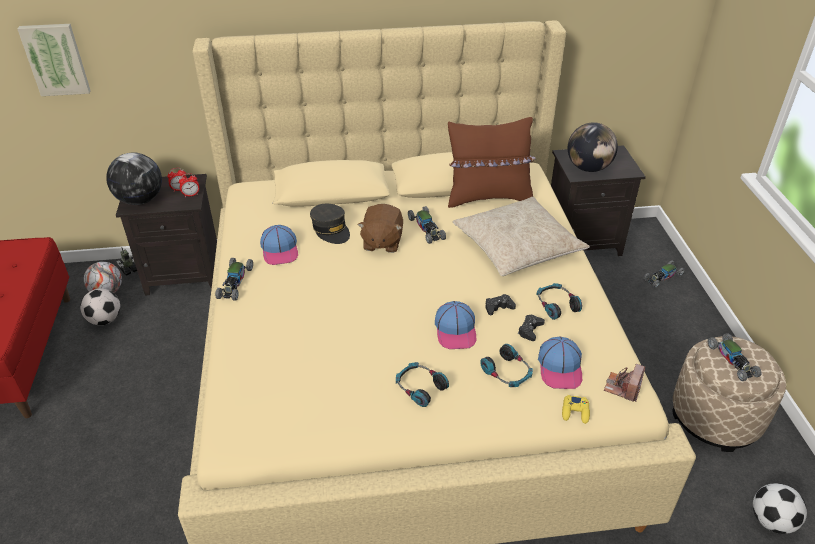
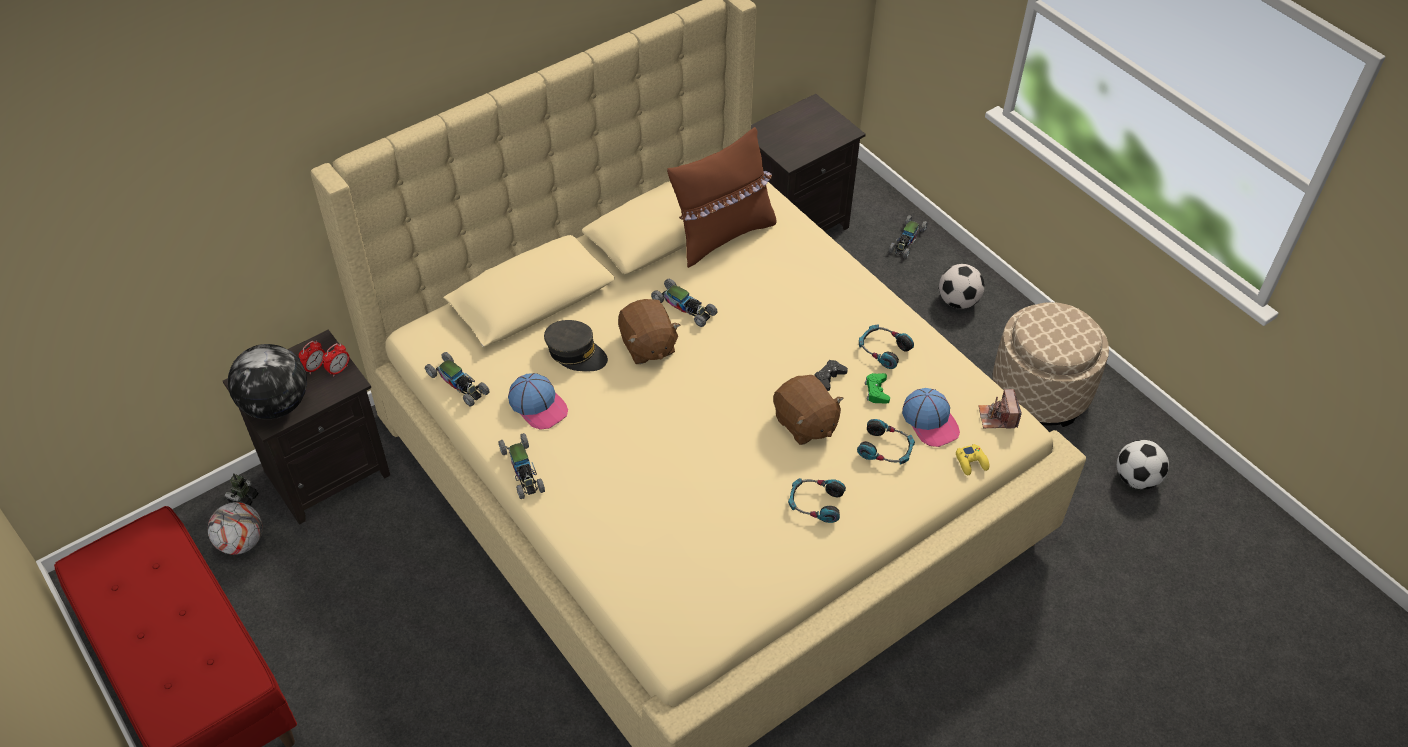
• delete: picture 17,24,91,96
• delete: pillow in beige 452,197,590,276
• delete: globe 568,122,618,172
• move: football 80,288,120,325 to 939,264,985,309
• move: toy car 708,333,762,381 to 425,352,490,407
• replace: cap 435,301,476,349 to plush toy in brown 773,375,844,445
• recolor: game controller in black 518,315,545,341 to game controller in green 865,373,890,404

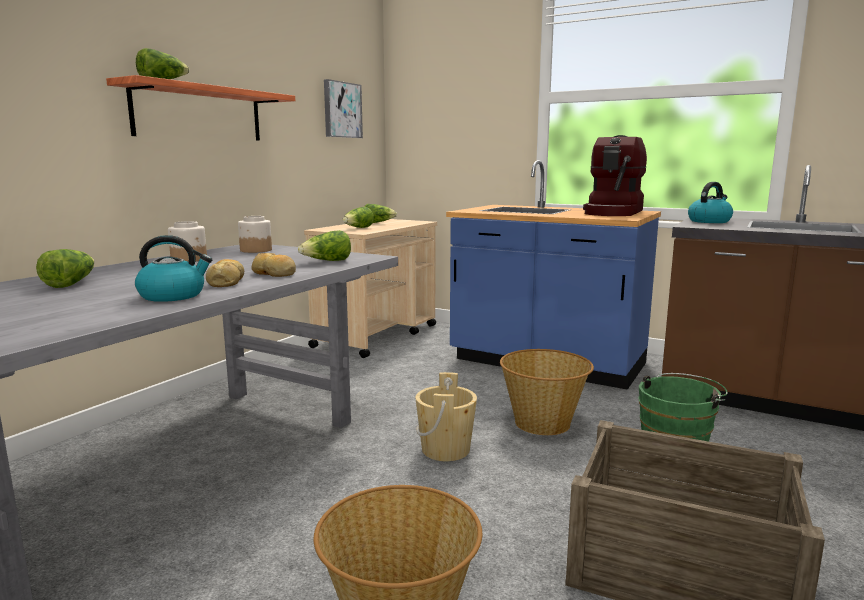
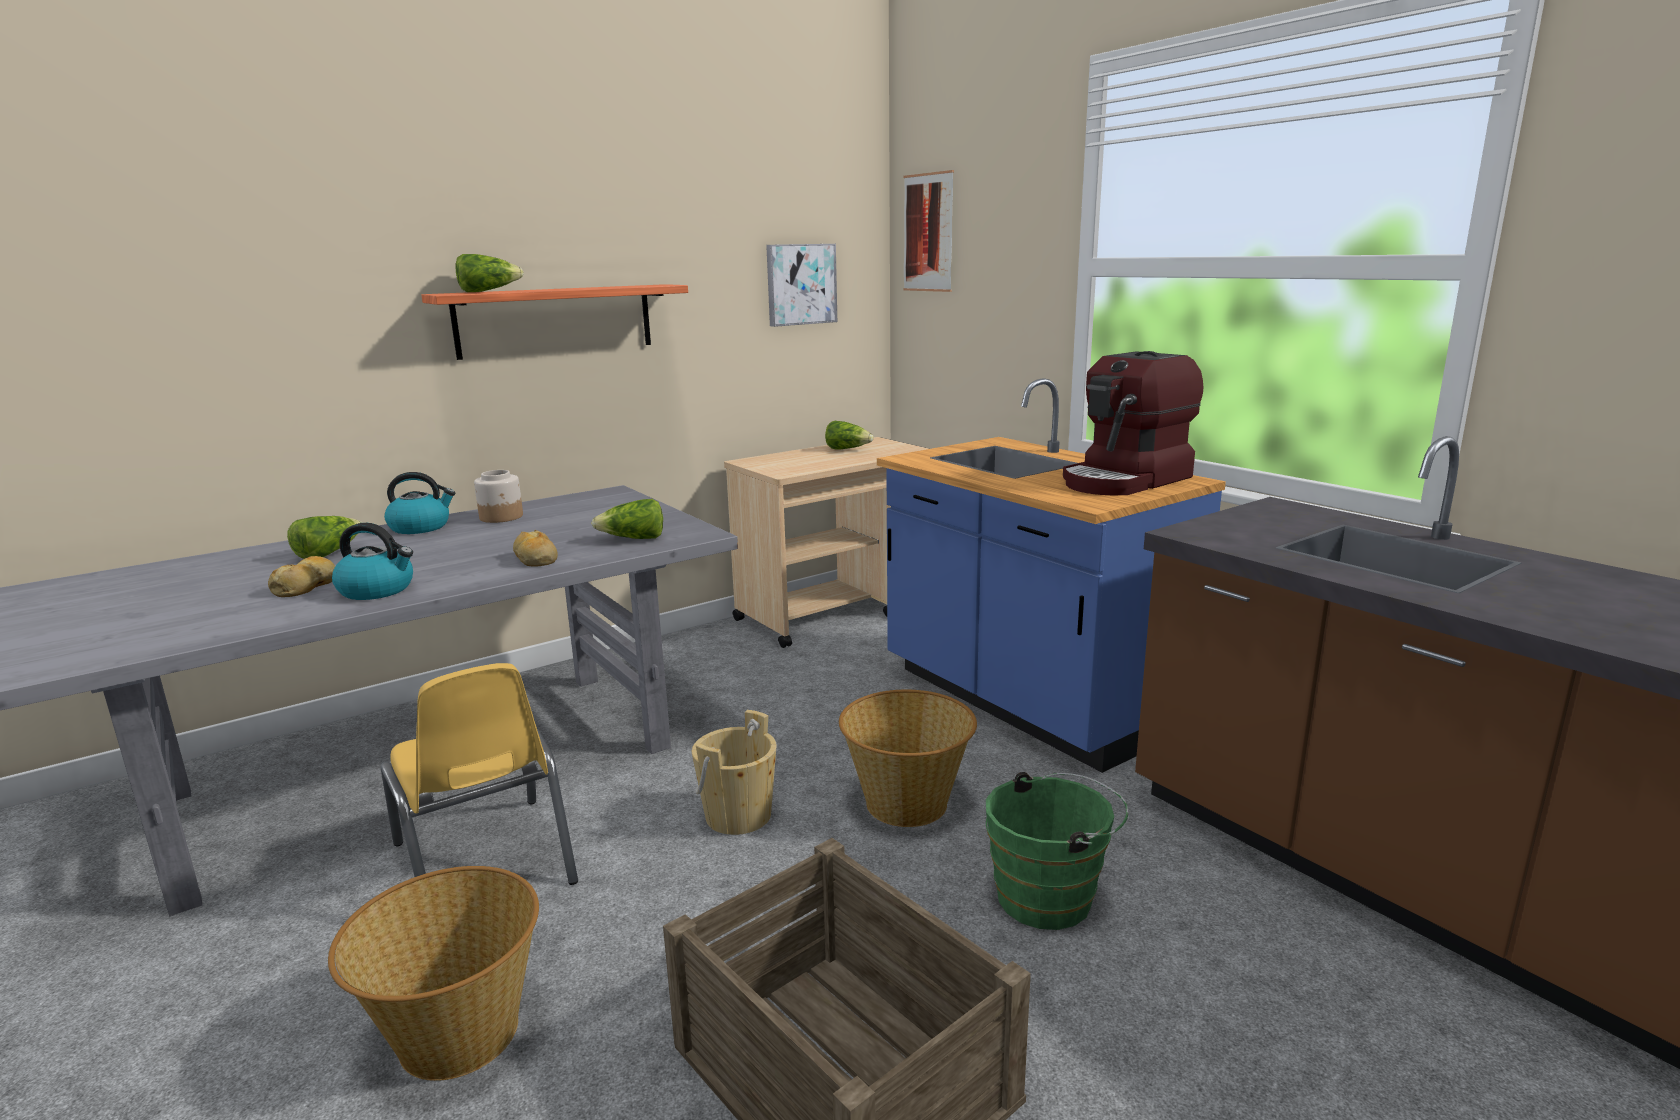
• delete: jar 238,216,272,253
• delete: lettuce 343,207,374,228
• insert: chair in yellow 381,663,578,885
• insert: picture 903,170,954,292
• move: bread 206,259,244,287 to 268,556,335,597
• move: kettle 688,182,733,223 to 384,472,455,534

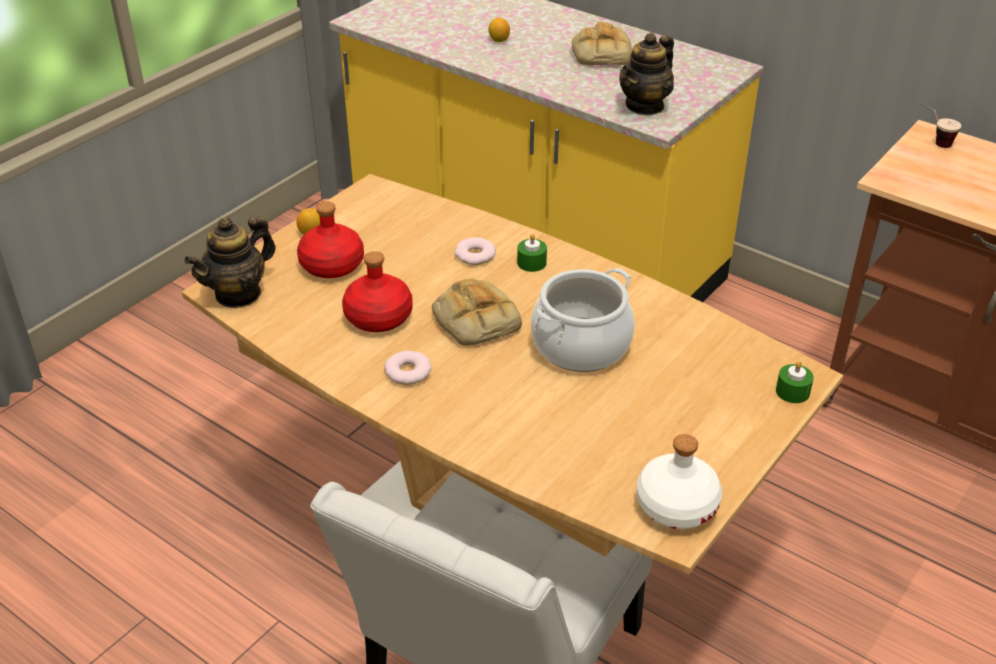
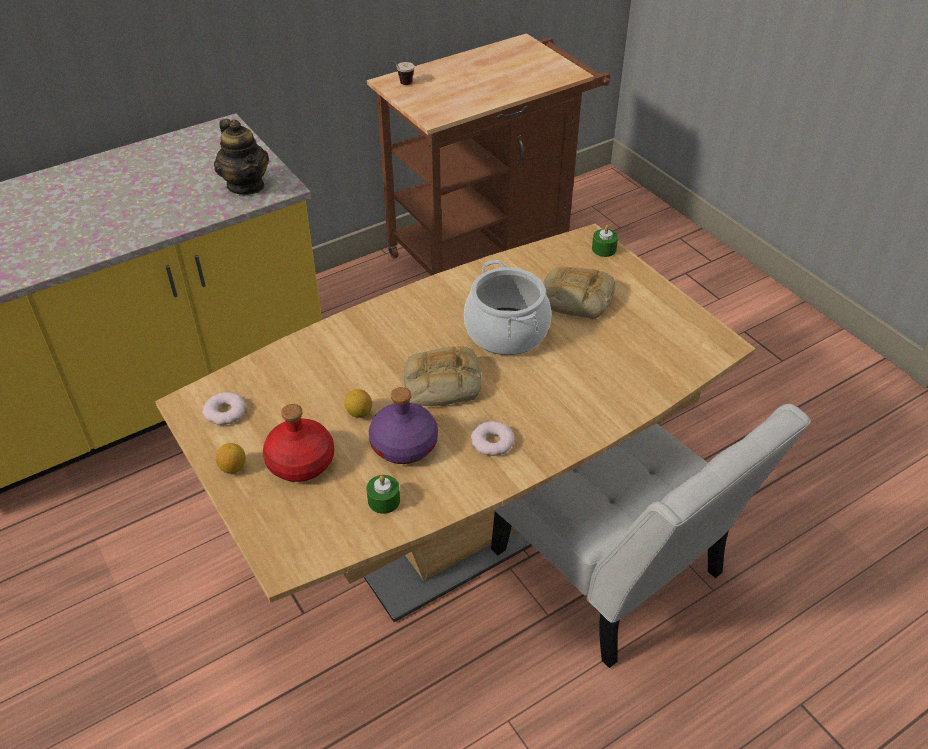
• delete: teapot 184,215,276,308
• delete: bottle in white 637,434,722,529
• move: donut 454,237,496,265 to 203,392,246,425
• move: lemon 488,18,510,42 to 344,389,372,418
• move: candle in green 517,234,547,272 to 366,475,400,514
• move: bread 572,22,632,65 to 543,267,615,319
• recolor: bottle in red 342,251,413,332 to bottle in purple 369,387,438,464

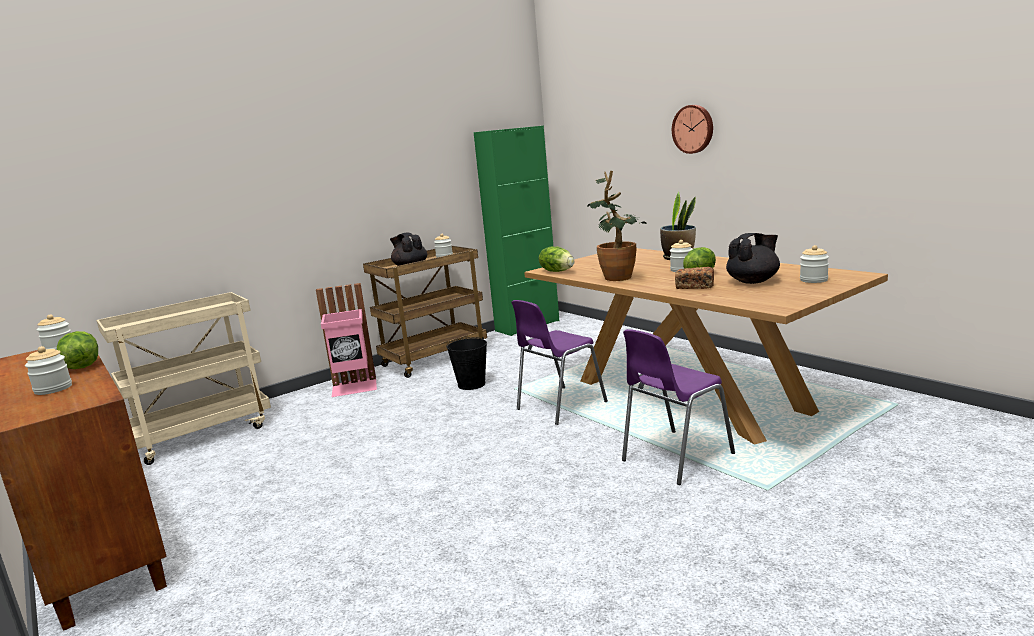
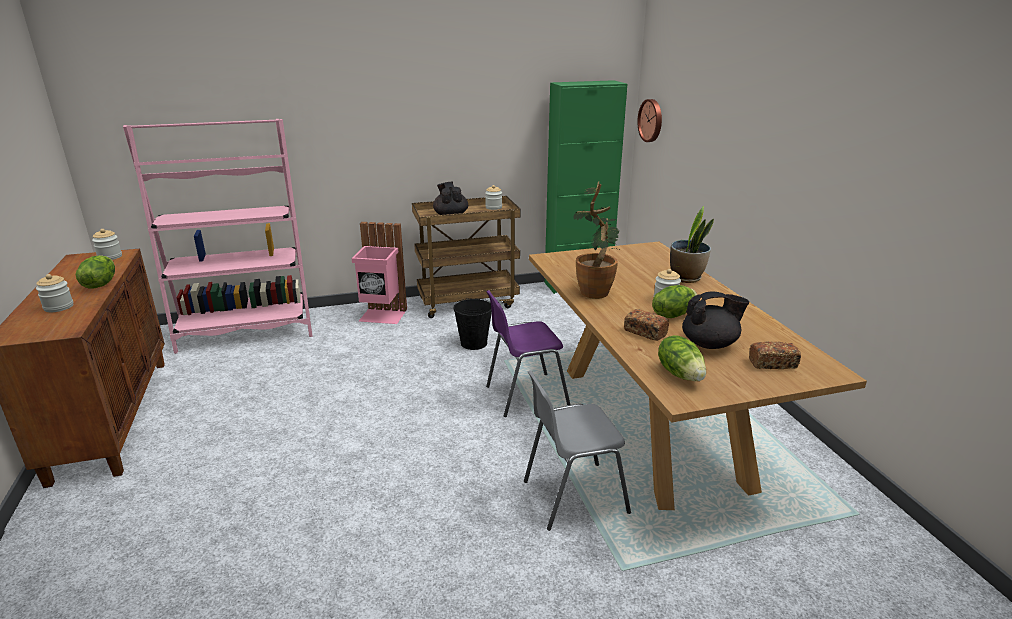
• move: lettuce 539,247,574,272 to 658,335,706,381
• move: wall clock 672,105,713,154 to 637,99,662,142
• replace: cart in beige 96,292,271,465 to bookcase in pink 123,119,312,354
• replace: jar 800,245,829,283 to bread 749,341,801,369
• recolor: chair in purple 622,329,735,485 to chair in grey 524,370,631,531

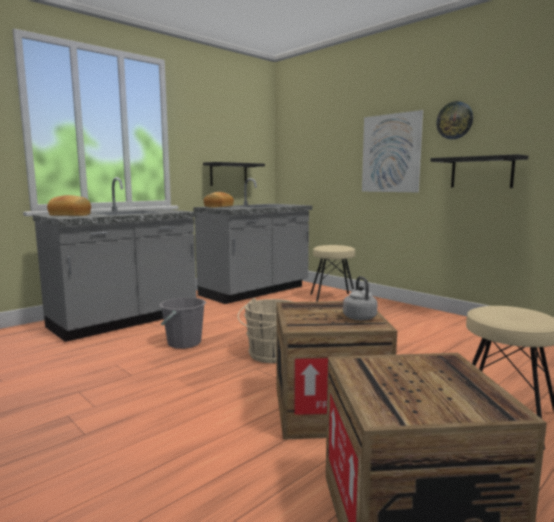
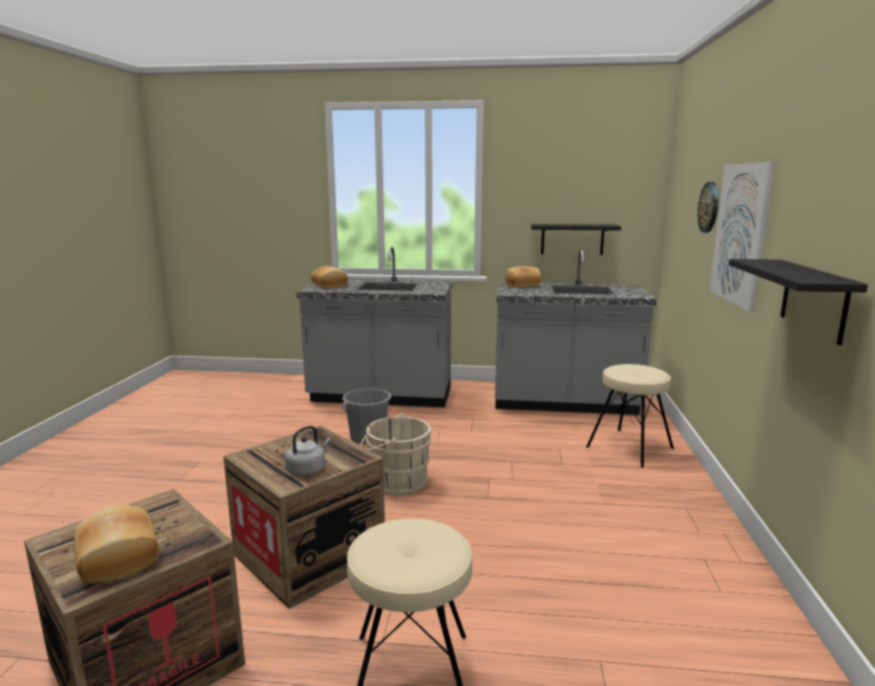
• insert: bread 74,505,159,584
• move: wall clock 436,101,473,139 to 698,182,718,233

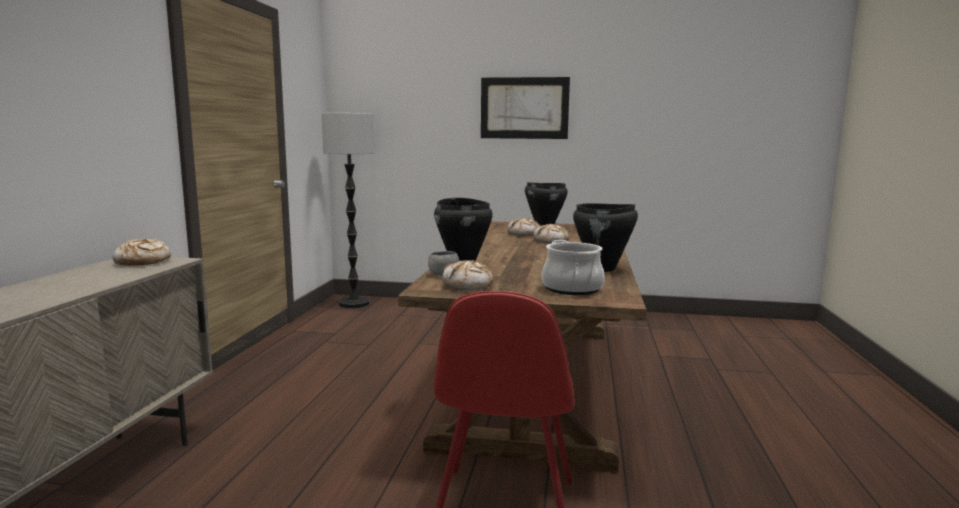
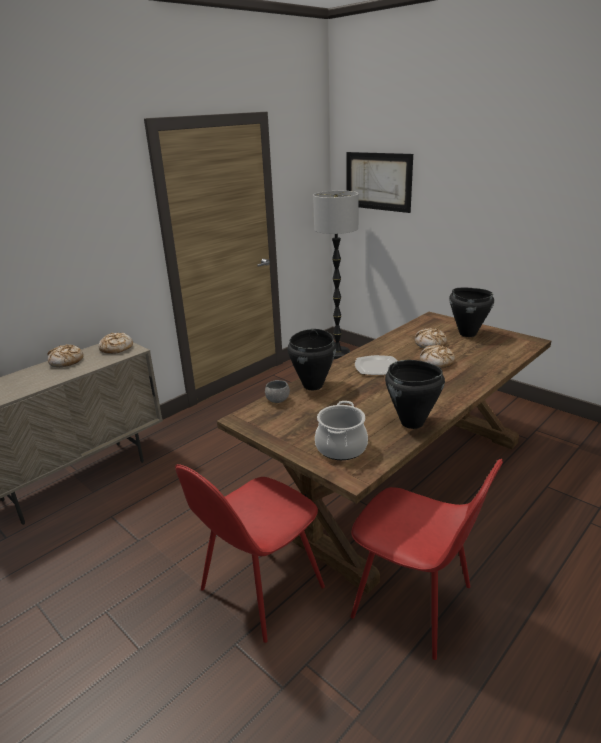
• insert: chair in red 351,459,503,660
• insert: plate 355,355,397,375
• move: bread 442,260,494,290 to 47,344,84,367
• move: picture 481,77,570,139 to 346,152,413,213

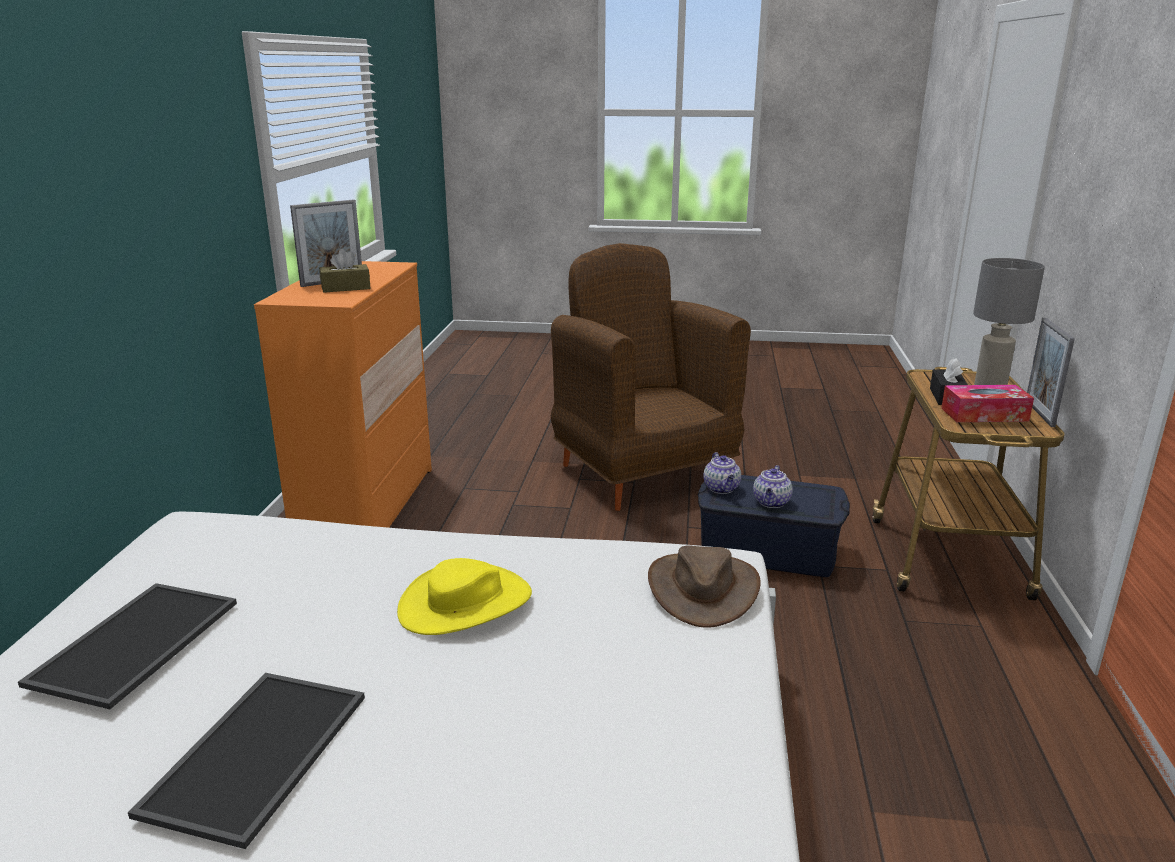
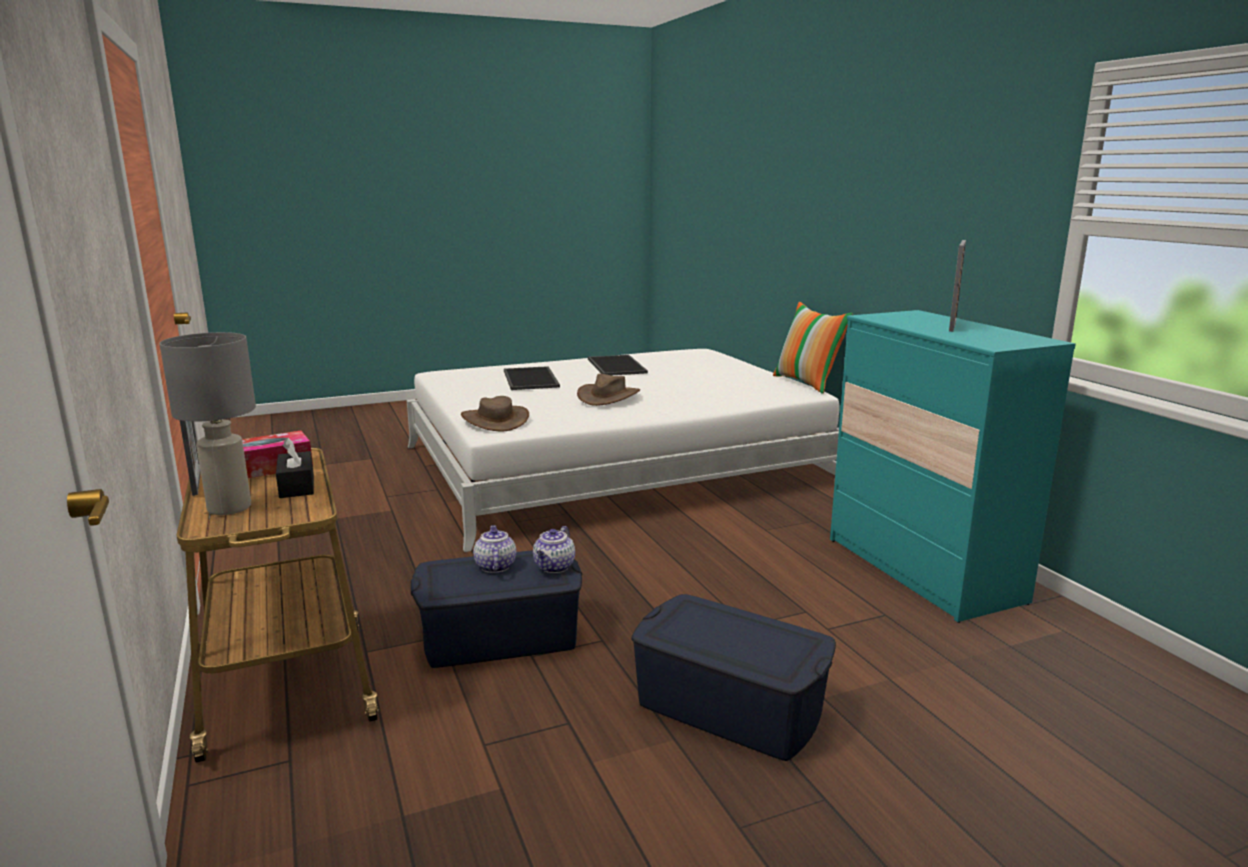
• delete: tissue box in brown 319,249,371,293
• insert: pillow 773,302,853,394
• move: tray 18,583,237,709 to 504,366,560,390
• replace: armchair in brown 551,243,751,511 to storage box in blue 631,594,836,761
• recolor: dresser in orange 254,261,432,528 to dresser in turquoise 830,310,1076,623
• recolor: hat in yellow 397,558,532,635 to hat in brown 577,374,640,406
• rotate: teapot 703,452,741,494 = 533,526,575,573 120 degrees counterclockwise

